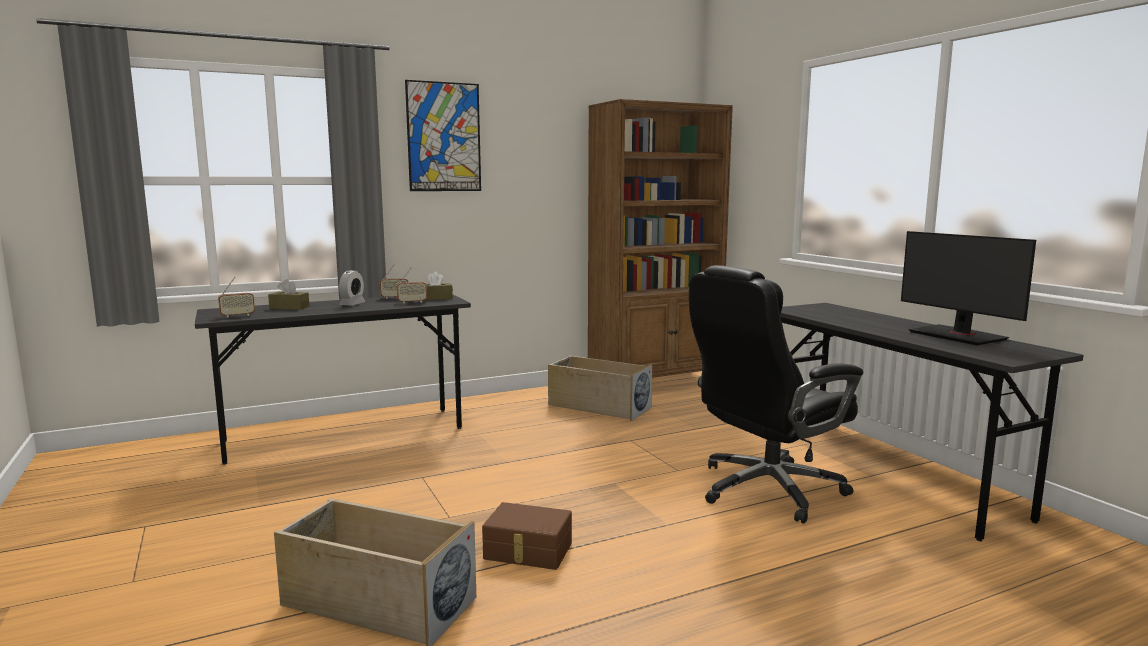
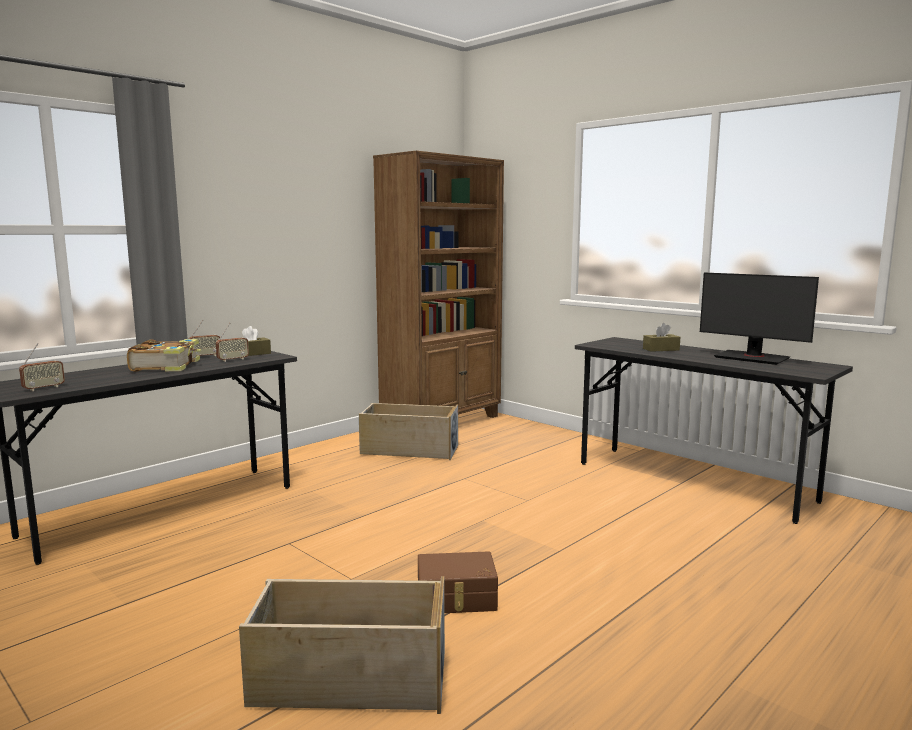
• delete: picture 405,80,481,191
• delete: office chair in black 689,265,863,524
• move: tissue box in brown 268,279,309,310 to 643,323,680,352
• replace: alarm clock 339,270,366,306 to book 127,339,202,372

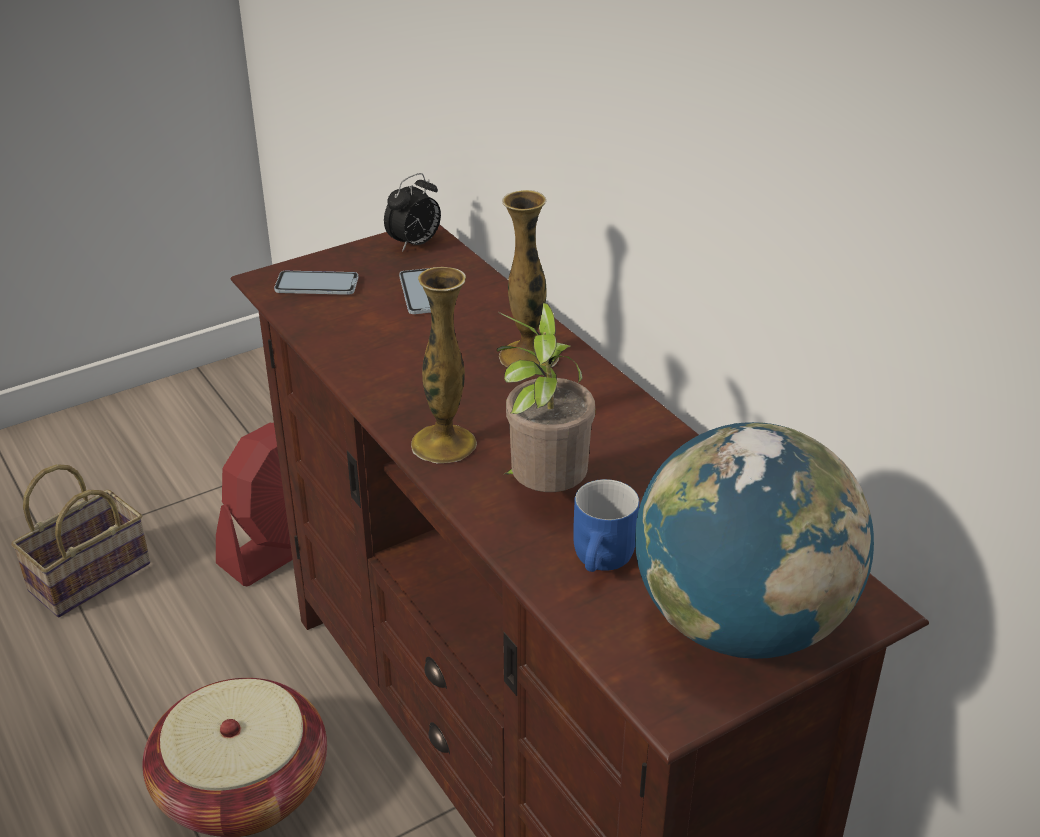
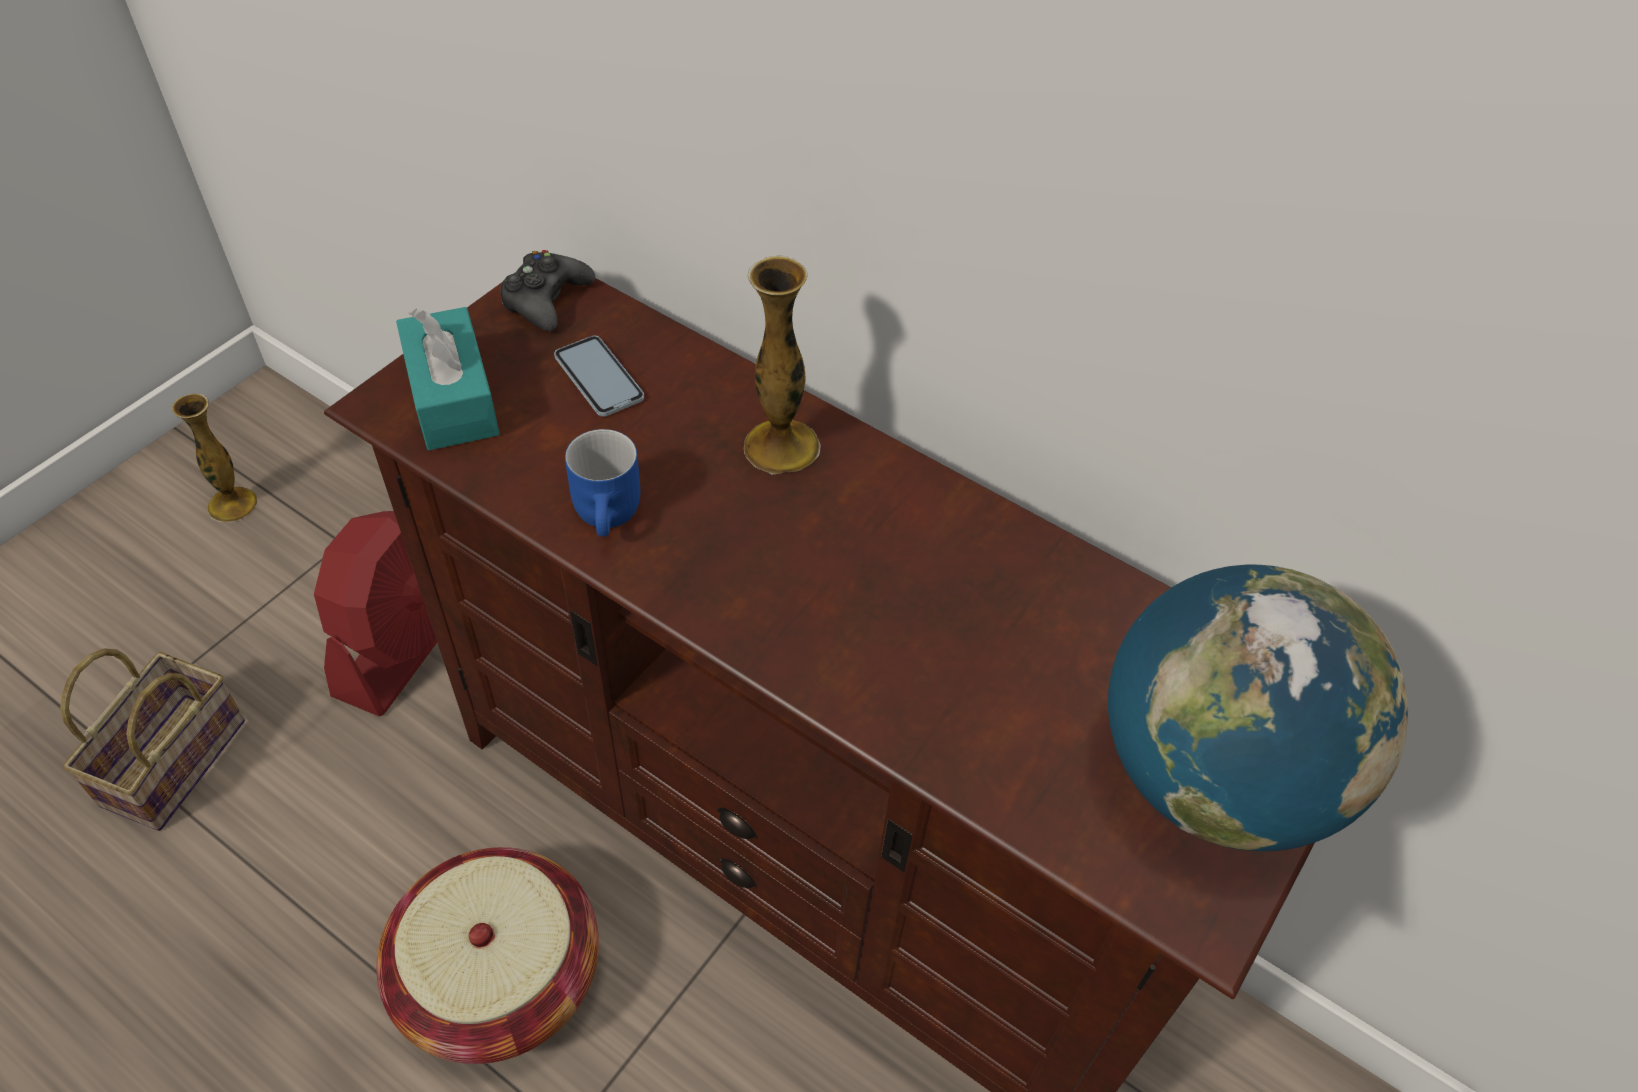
• delete: potted plant 497,302,595,492
• move: vase 411,267,477,463 to 172,394,258,522
• move: mug in blue 573,479,640,572 to 565,429,640,537
• replace: phone 274,271,358,295 to tissue box in turquoise 396,307,500,450
• replace: alarm clock 384,173,441,252 to game controller in black 500,250,595,331

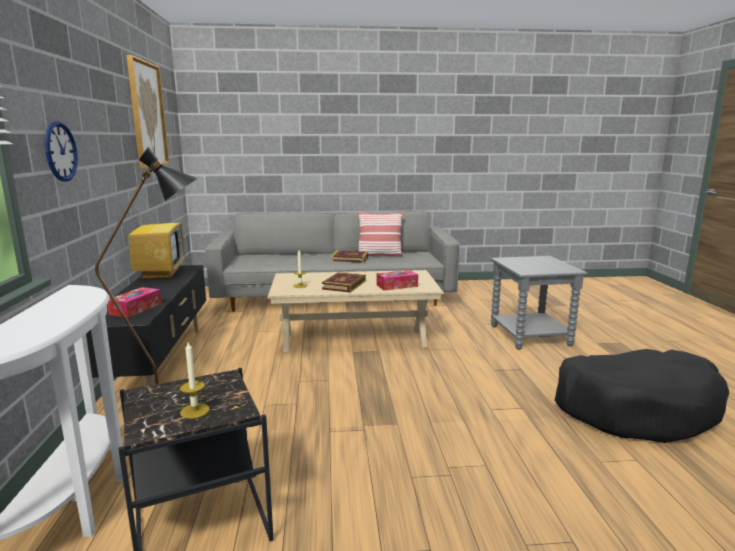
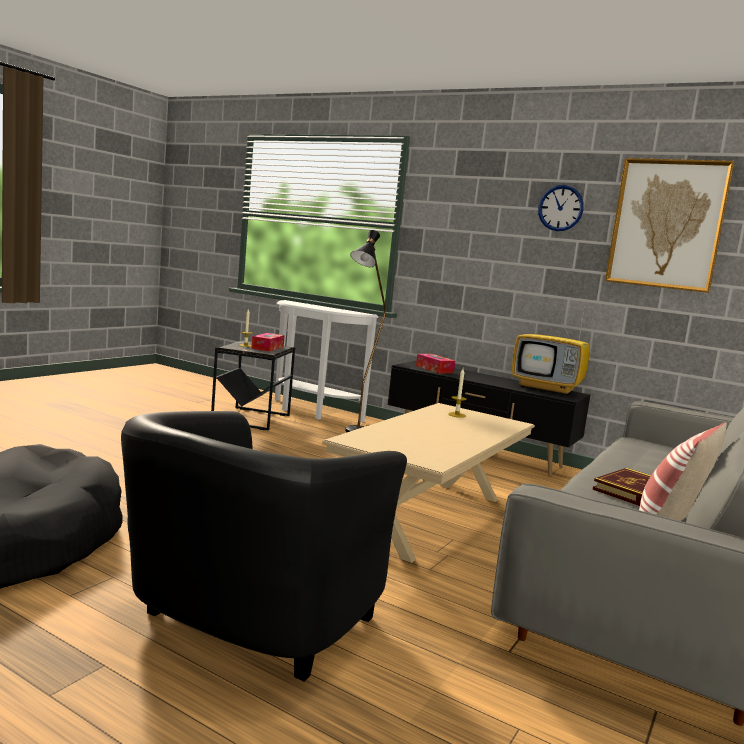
• delete: book 322,272,366,293
• move: wall clock 44,121,78,182 to 538,185,584,231
• move: tissue box 377,270,418,291 to 251,333,285,351
• replace: side table in grey 491,256,587,350 to armchair in black 121,411,407,682

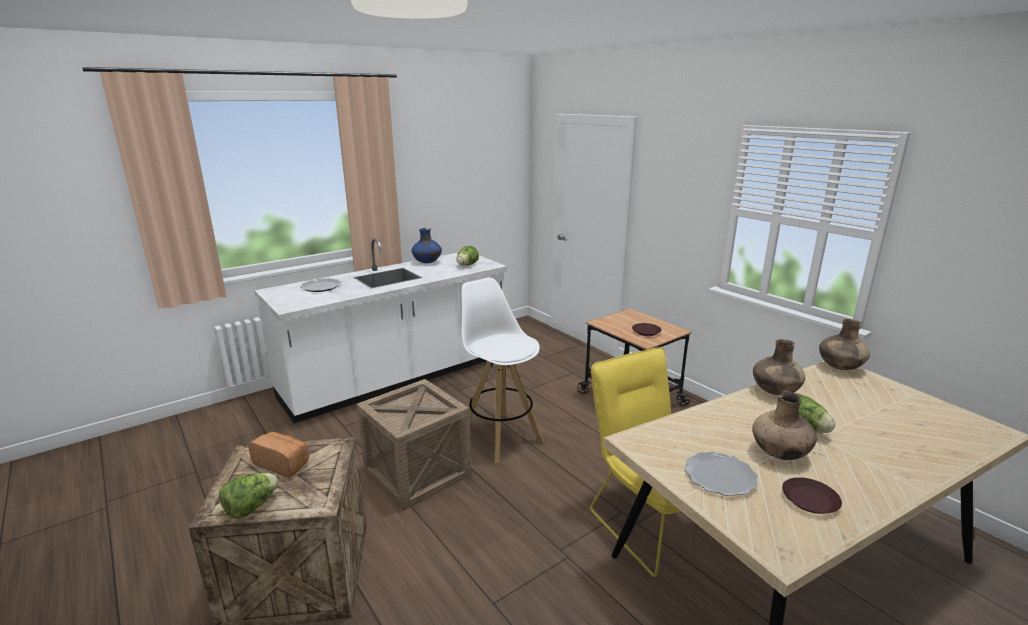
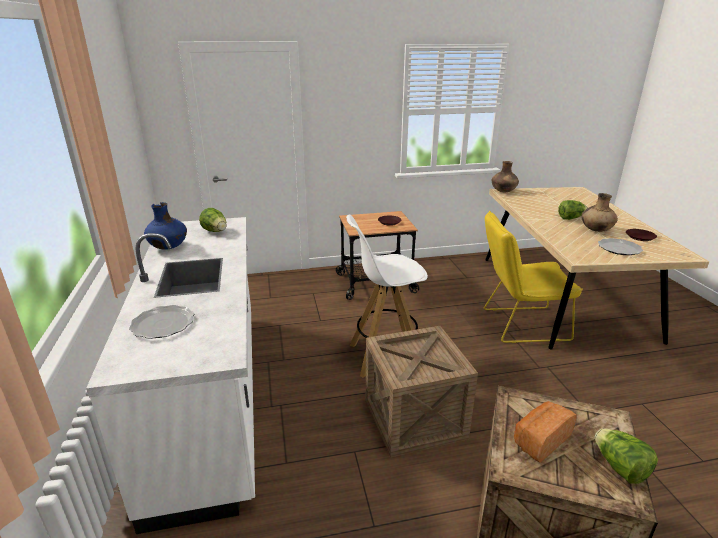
• delete: vase in brown 753,339,805,395

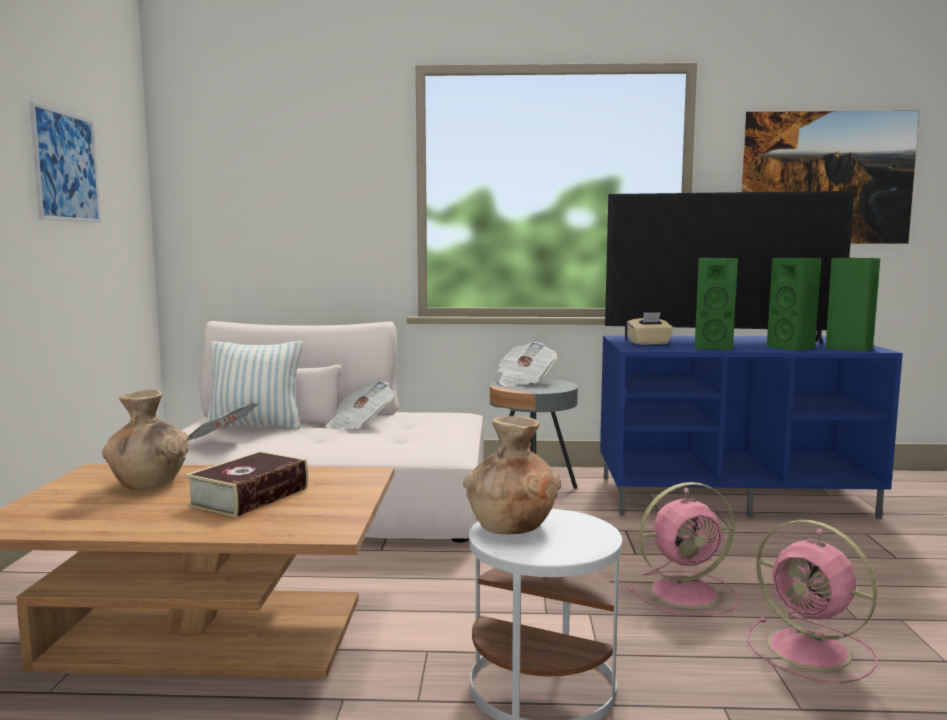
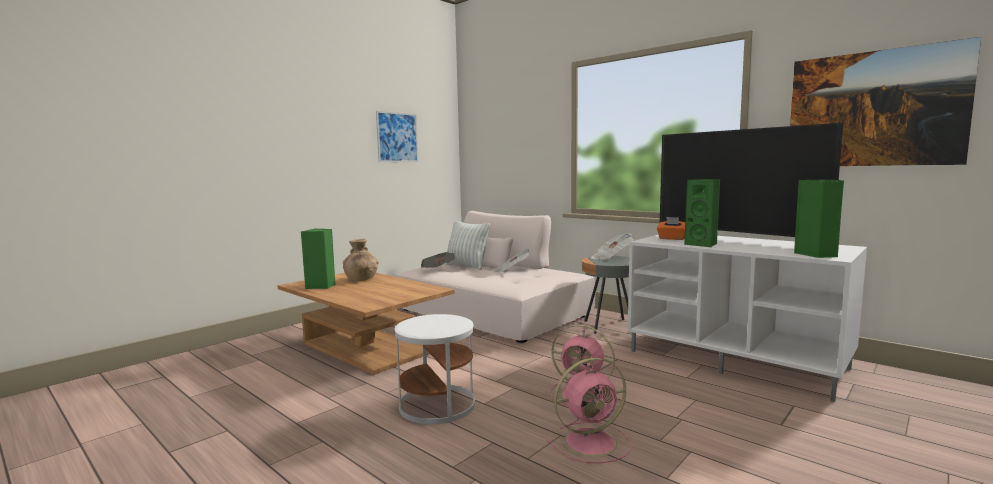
• delete: book 185,451,308,517
• delete: vase in brown 463,416,561,534
• move: speaker in green 767,258,821,351 to 301,228,336,289
• recolor: tv stand in blue 600,336,903,519 to tv stand in white 628,235,867,402
• recolor: tissue box in beige 627,312,674,345 to tissue box in orange 657,217,685,240
• rotate: fan in pink 747,520,877,683 = 548,358,631,463 105 degrees counterclockwise

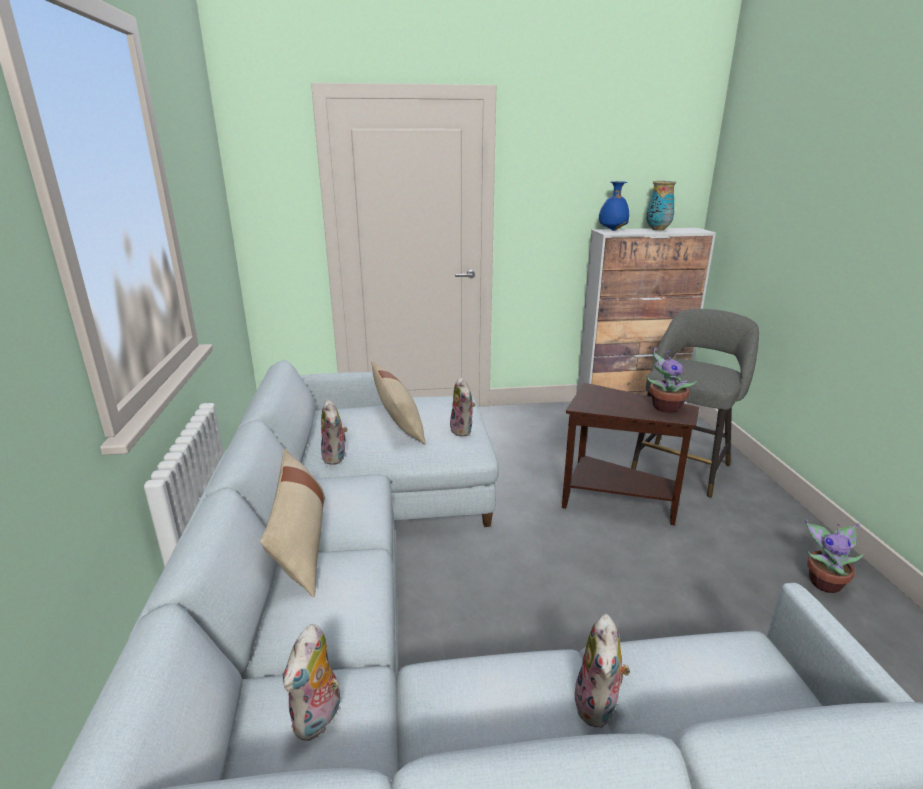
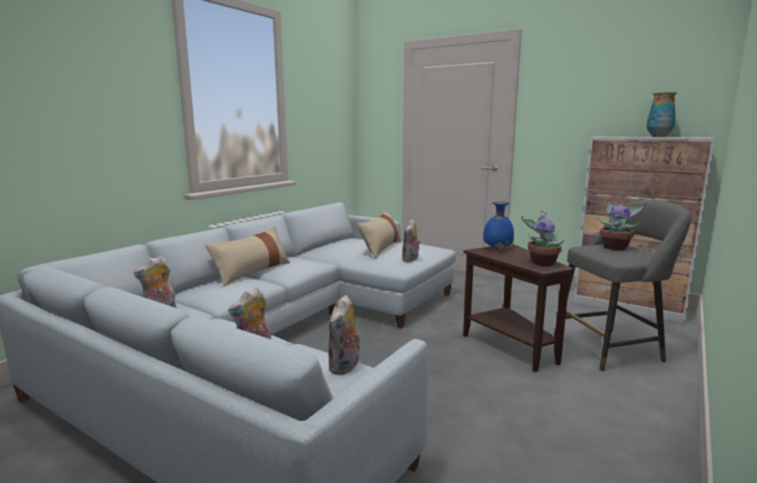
• move: plush toy 321,399,348,465 to 328,295,362,375
• move: vase in blue 599,181,629,231 to 483,202,514,250
• move: potted plant 805,520,863,593 to 598,198,647,250

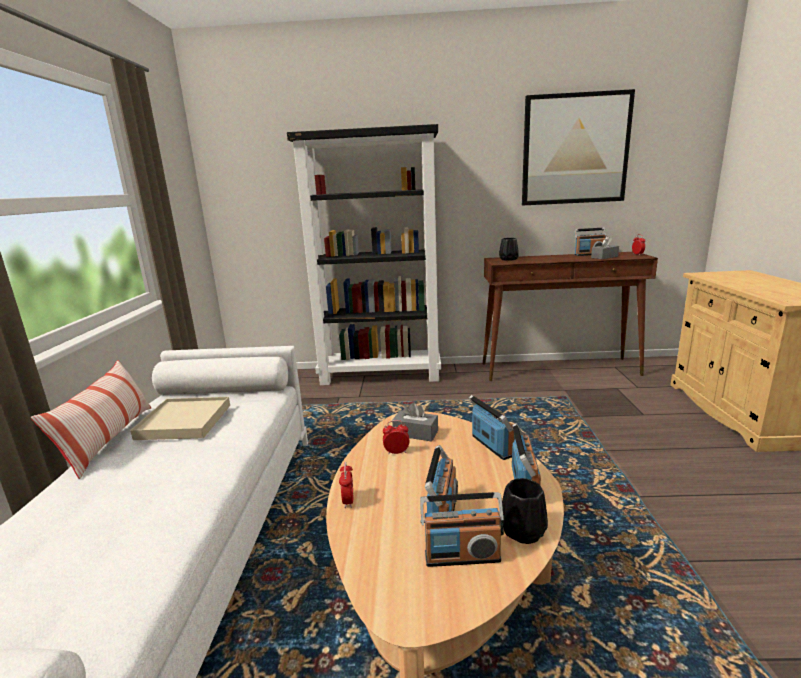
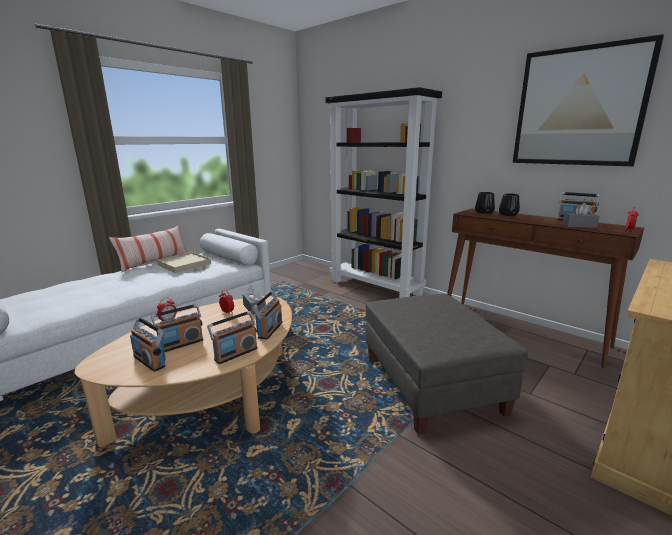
• insert: ottoman in grey 365,294,528,435
• move: vase in black 500,478,548,544 to 499,194,520,216

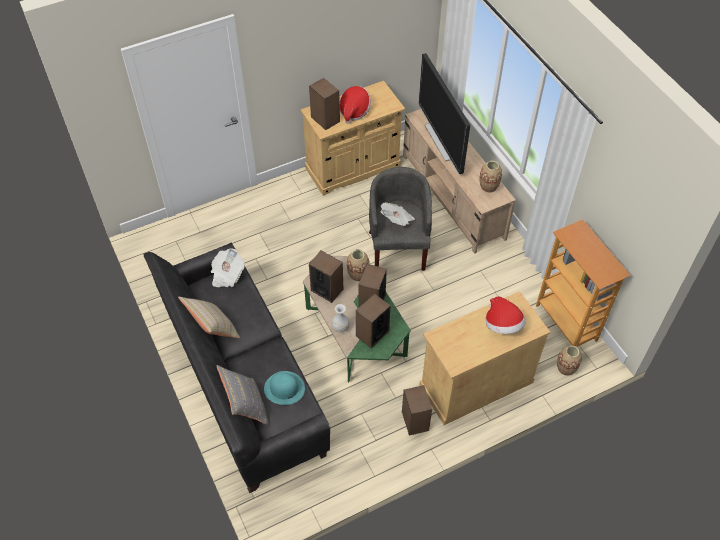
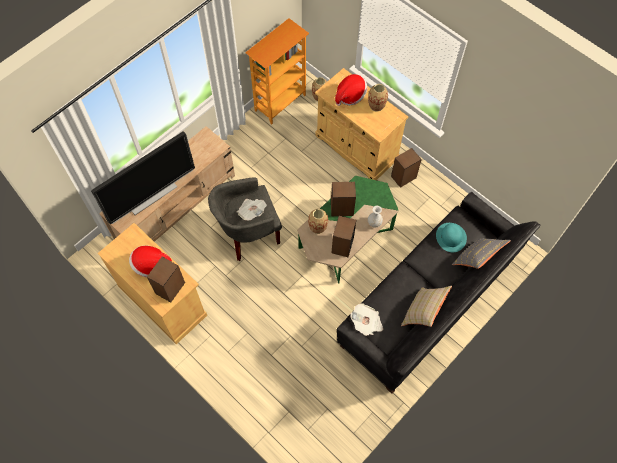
• delete: speaker 356,293,391,348
• move: vase 479,161,502,193 to 368,84,388,112

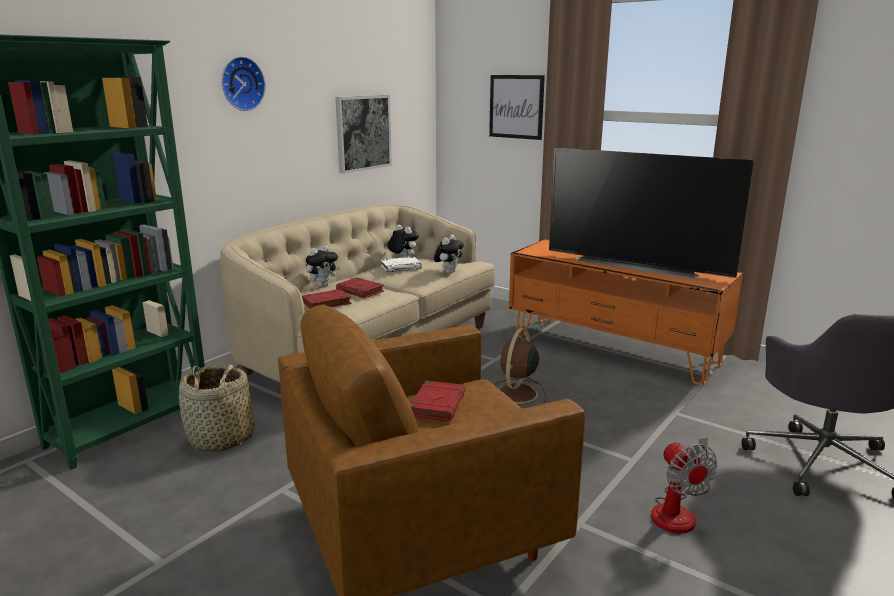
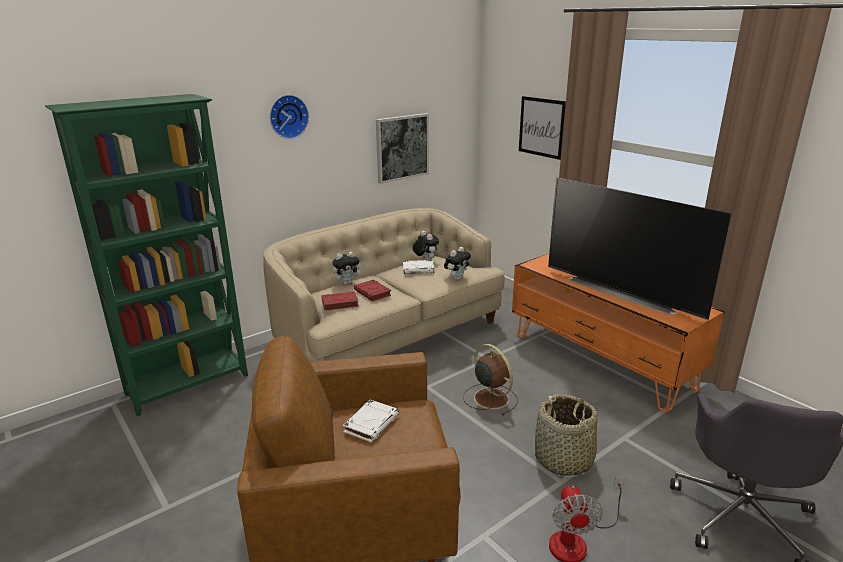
• move: basket 179,364,255,452 to 535,394,598,476
• recolor: book in red 410,381,465,422 to book in white 343,400,399,443
• rotate: fan in brown 494,328,546,409 = 463,344,518,415 105 degrees clockwise

